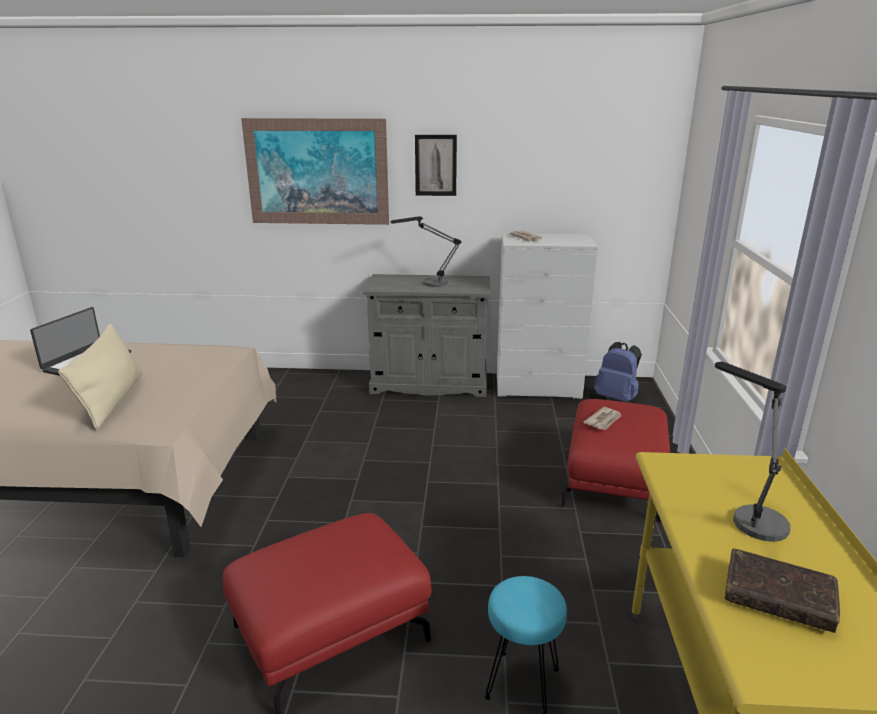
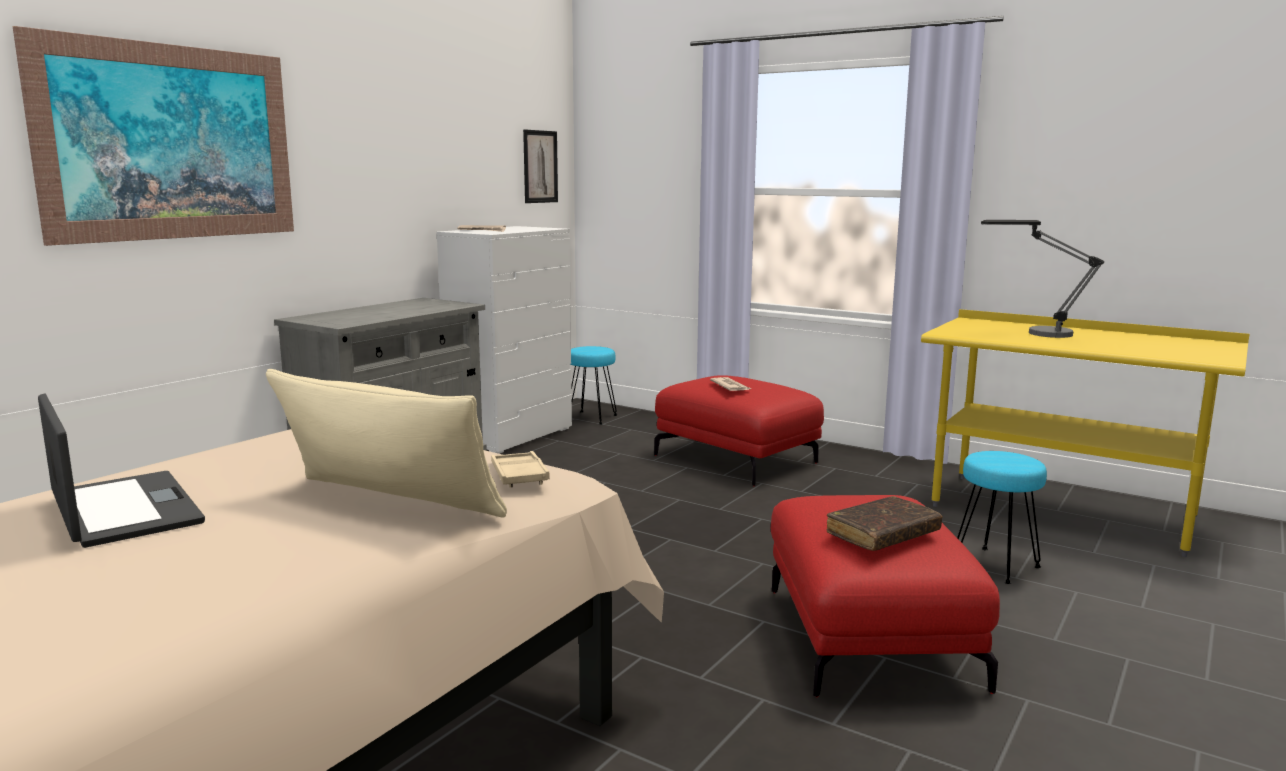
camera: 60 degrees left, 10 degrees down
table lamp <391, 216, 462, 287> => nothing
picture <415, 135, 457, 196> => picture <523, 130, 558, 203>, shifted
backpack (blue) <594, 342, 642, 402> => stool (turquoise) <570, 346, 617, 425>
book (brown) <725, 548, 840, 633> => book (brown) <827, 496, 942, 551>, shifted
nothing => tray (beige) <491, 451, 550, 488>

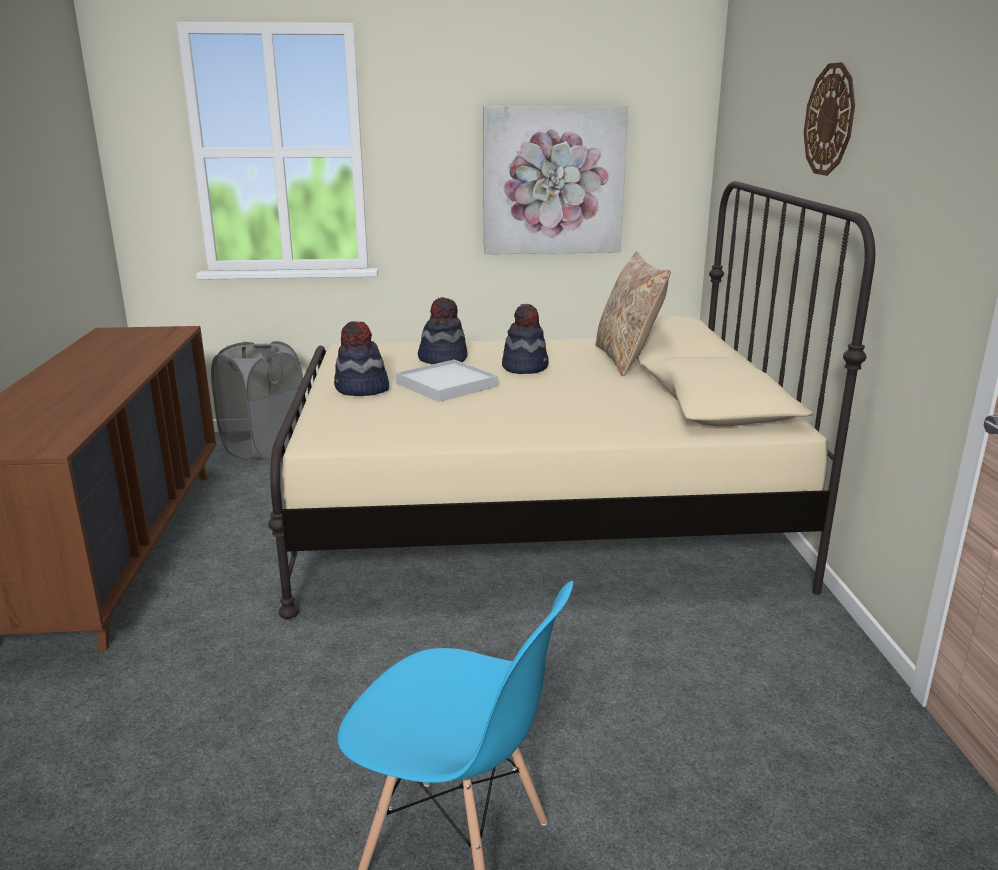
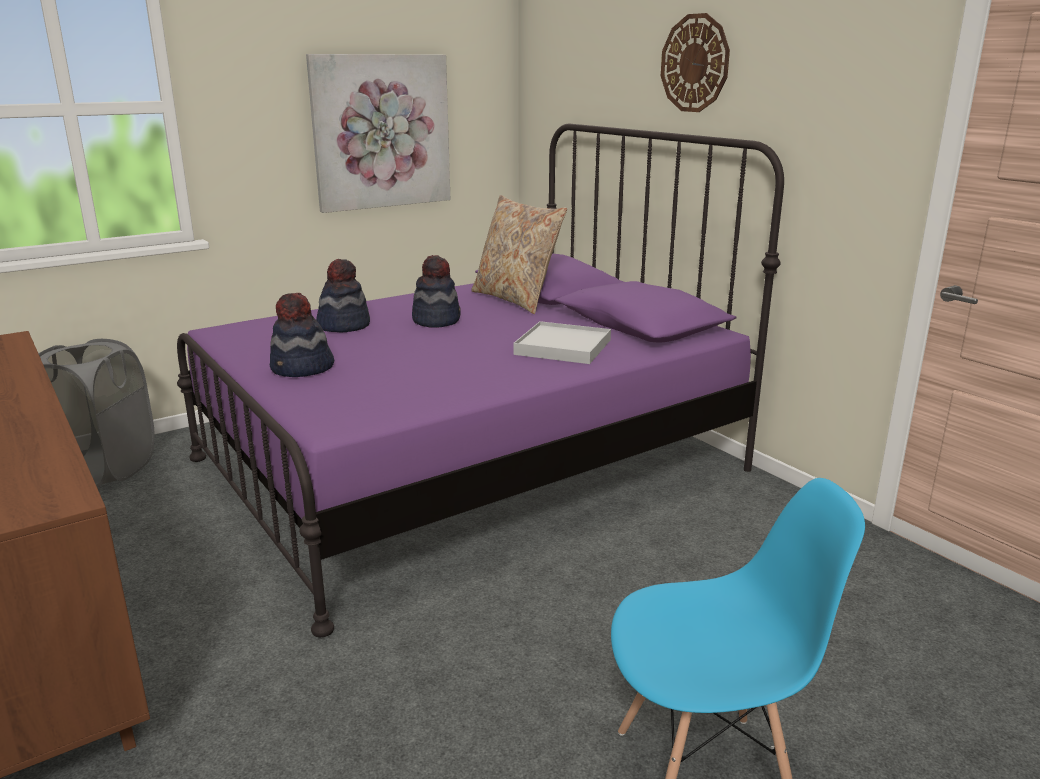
camera: 30 degrees left, 0 degrees up
bed (beige) <268, 181, 875, 619> => bed (purple) <177, 124, 784, 637>
tray (white) <396, 360, 498, 402> => tray (white) <513, 321, 611, 364>, shifted

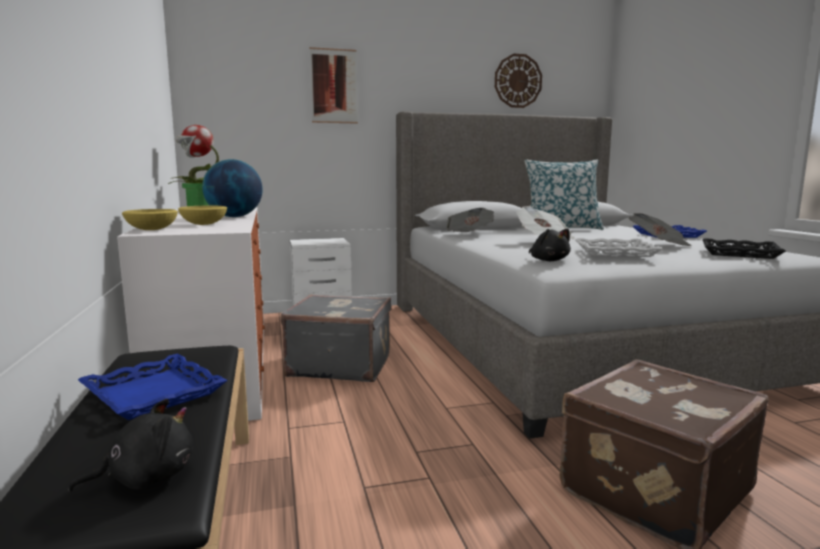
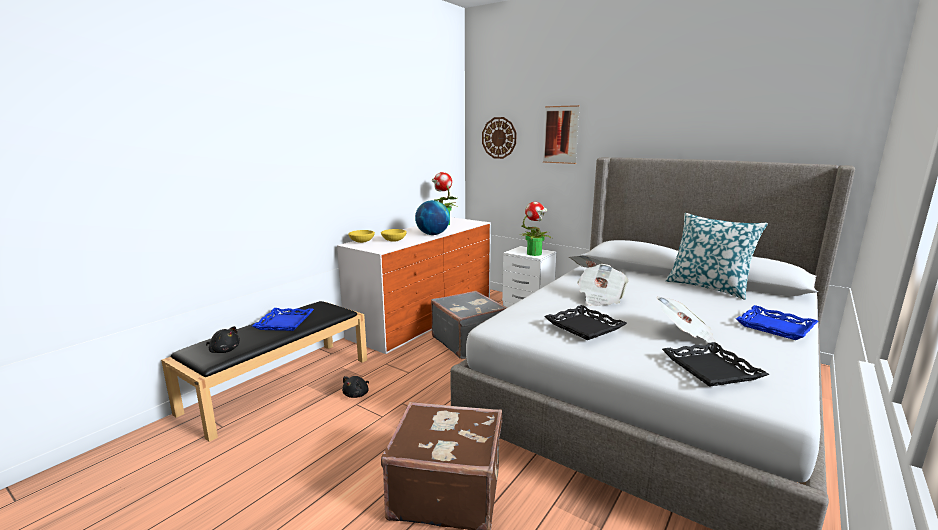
camera: 50 degrees right, 5 degrees up
wall clock <495, 54, 542, 108> => wall clock <482, 117, 517, 159>, shifted
plush toy (black) <529, 229, 571, 261> => plush toy (black) <342, 376, 369, 398>, shifted
tray (white) <575, 238, 663, 257> => tray (black) <544, 305, 627, 340>
nothing => potted plant <519, 202, 552, 256>

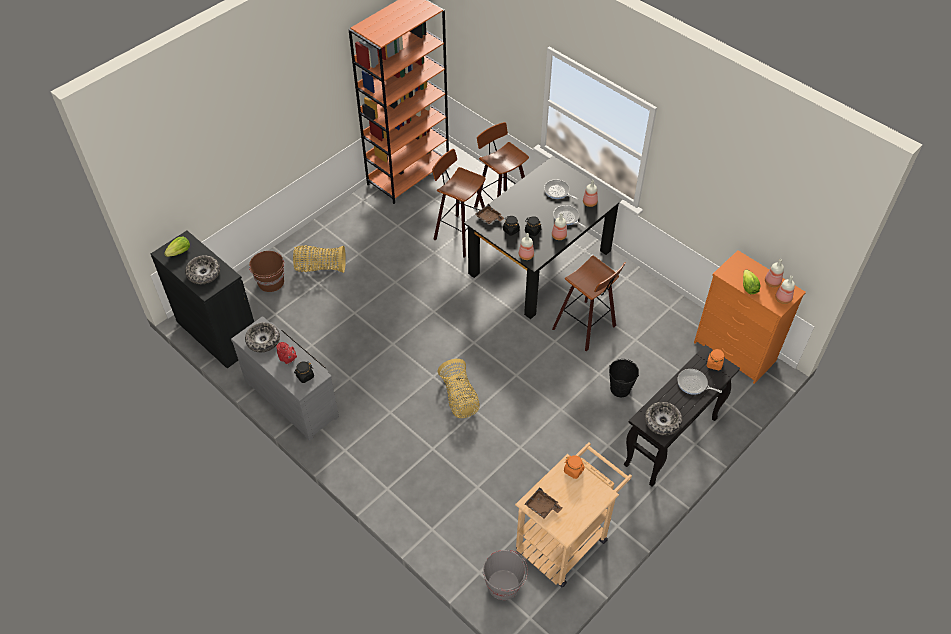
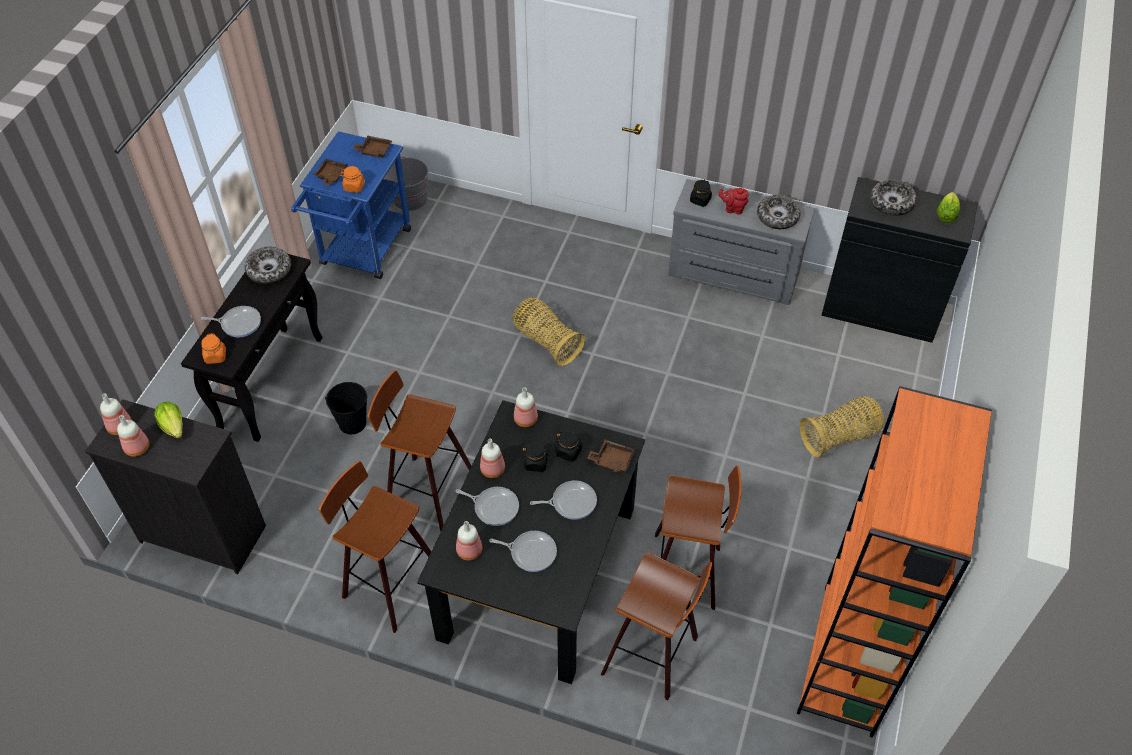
camera: 155 degrees right, 0 degrees up
bucket (brown) <249, 251, 284, 292> => nothing
cart (beige) <515, 442, 632, 588> => cart (blue) <291, 131, 411, 279>
dresser (orange) <694, 250, 806, 384> => dresser (black) <85, 399, 266, 574>
nothing => tray (brown) <313, 159, 348, 185>
nothing => stool <319, 461, 431, 633>
nothing => frying pan <530, 481, 597, 520>

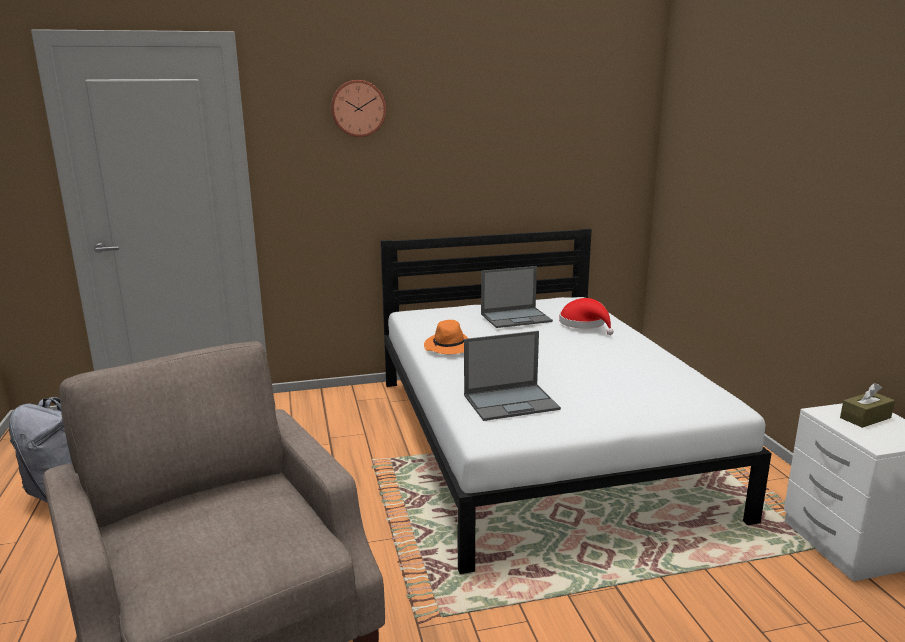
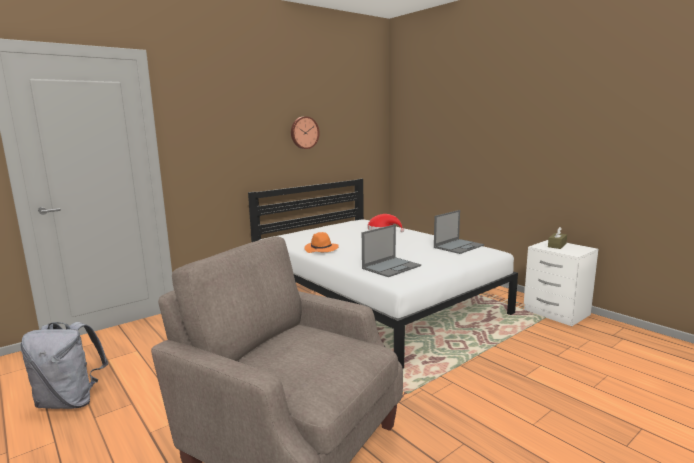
camera: 25 degrees left, 5 degrees down
wall clock <331, 80, 386, 137> => wall clock <291, 116, 319, 149>, shifted
laptop <481, 266, 553, 328> => laptop <434, 210, 484, 254>, shifted

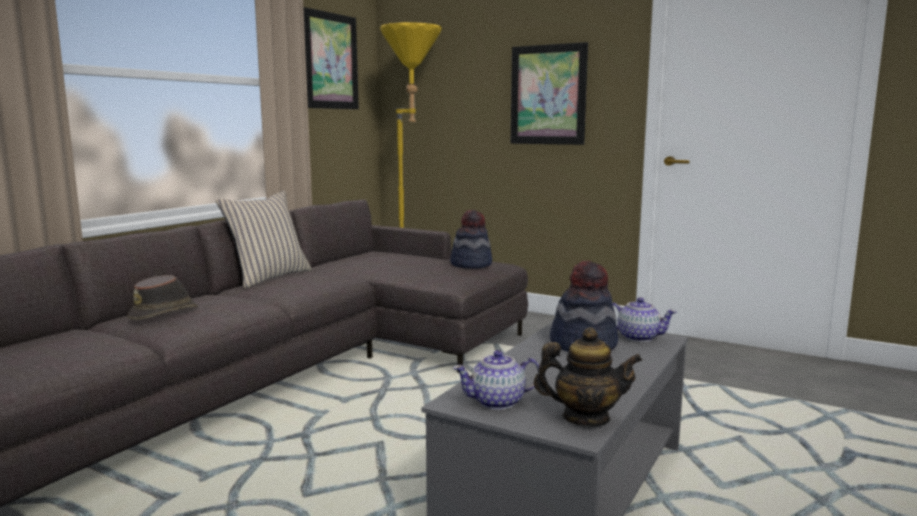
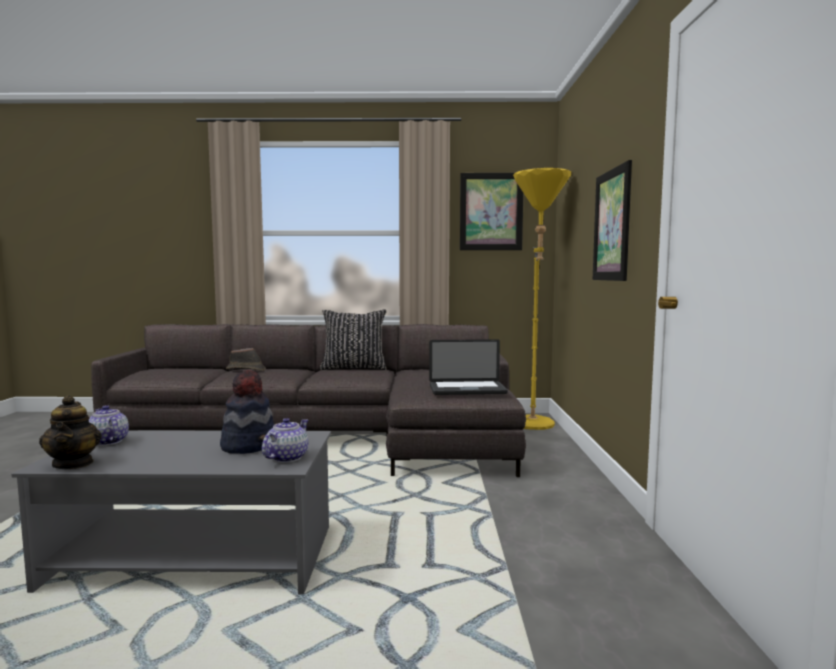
camera: 60 degrees right, 5 degrees down
pillow (beige) <216, 190, 312, 288> => pillow (black) <320, 309, 387, 370>
hat <450, 210, 492, 269> => laptop <429, 339, 508, 395>
teapot <612, 297, 677, 342> => teapot <262, 418, 308, 463>, 150 degrees counterclockwise

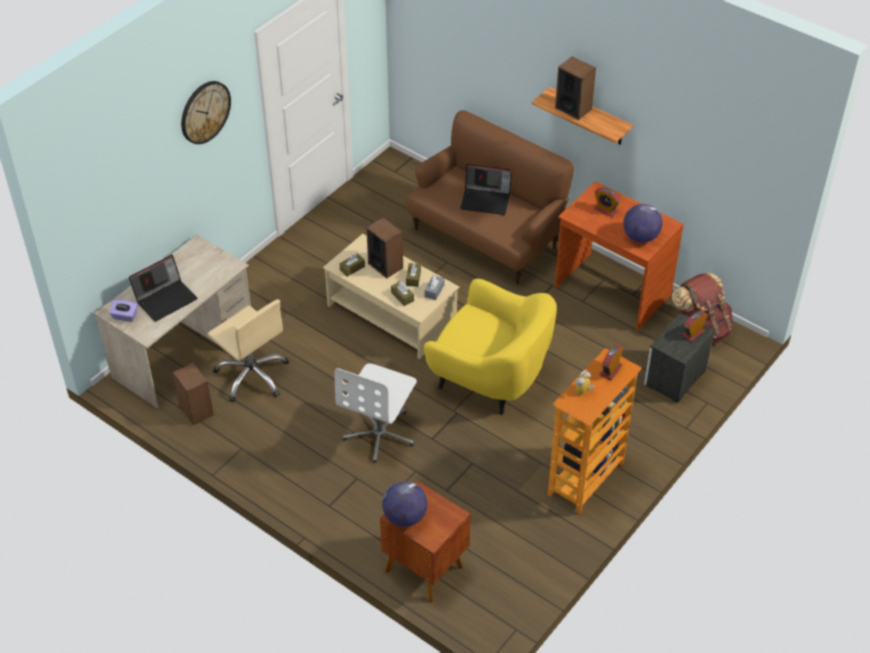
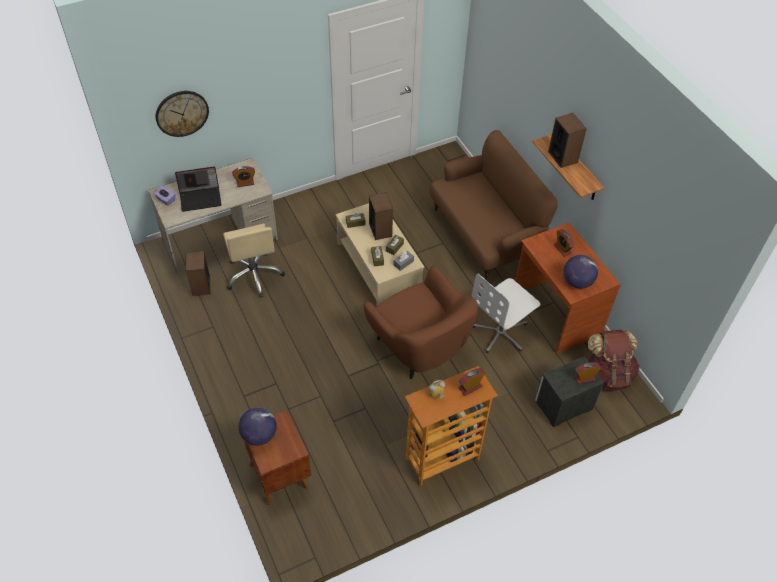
camera: 25 degrees right, 5 degrees up
wall clock <181, 81, 231, 144> => wall clock <156, 91, 209, 137>, shifted
office chair (white) <335, 363, 417, 463> => office chair (white) <471, 274, 540, 353>, shifted
armchair (yellow) <424, 279, 557, 415> => armchair (brown) <363, 266, 478, 379>
laptop <460, 164, 512, 215> => nothing
nothing => alarm clock <232, 166, 255, 187>

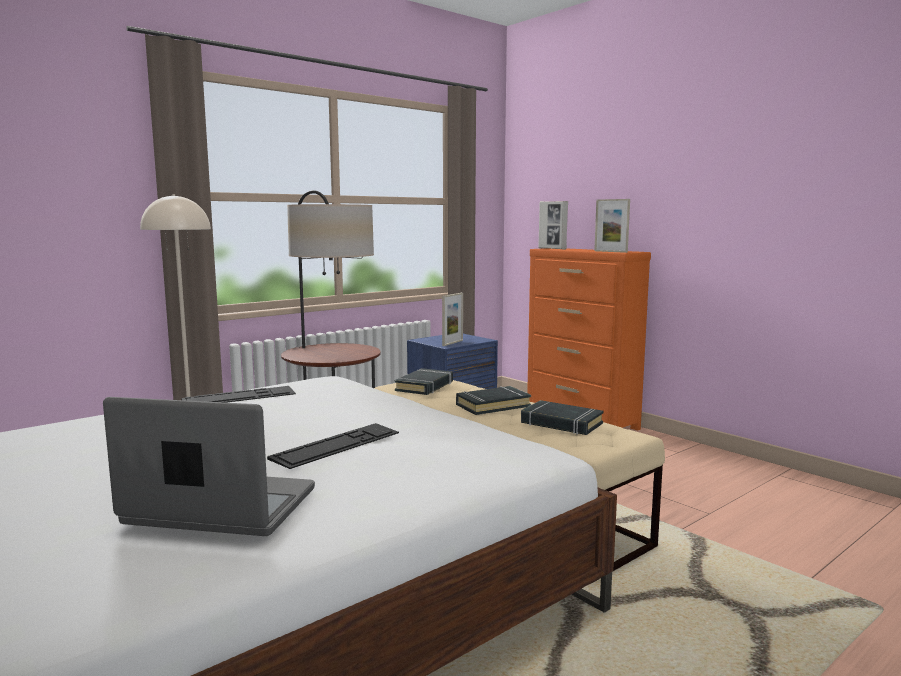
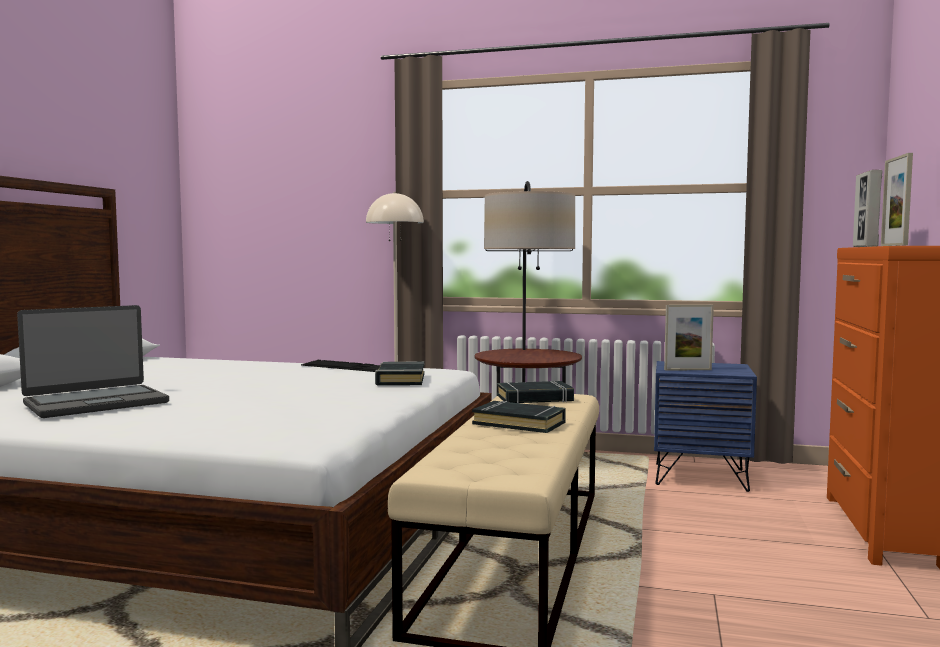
camera: 55 degrees right, 5 degrees down
laptop <103, 397, 315, 536> => laptop <17, 305, 169, 418>, 75 degrees clockwise
keyboard <267, 423, 399, 469> => nothing
book (black) <521, 400, 604, 435> => book (black) <375, 362, 424, 385>, shifted

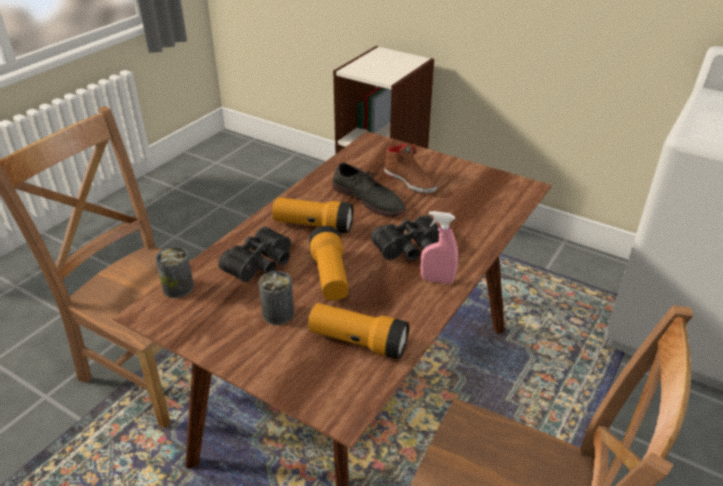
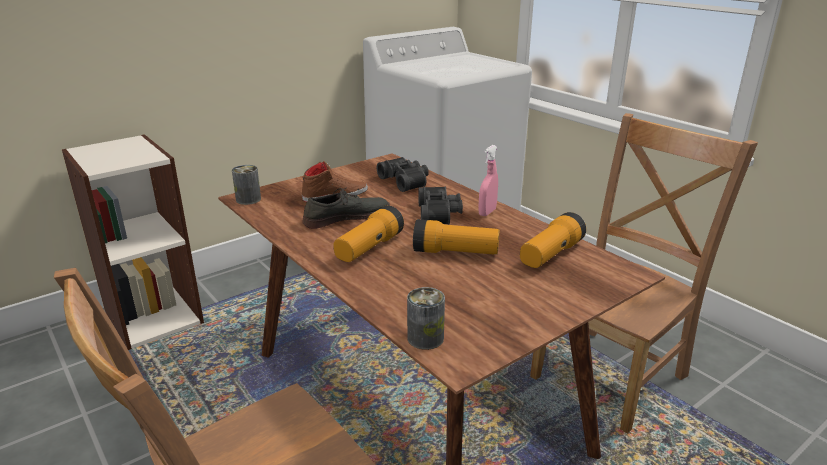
camera: 70 degrees left, 10 degrees down
binoculars (black) <219, 227, 291, 282> => binoculars (black) <377, 157, 429, 192>, shifted
can <258, 271, 294, 325> => can <232, 165, 261, 205>, shifted

